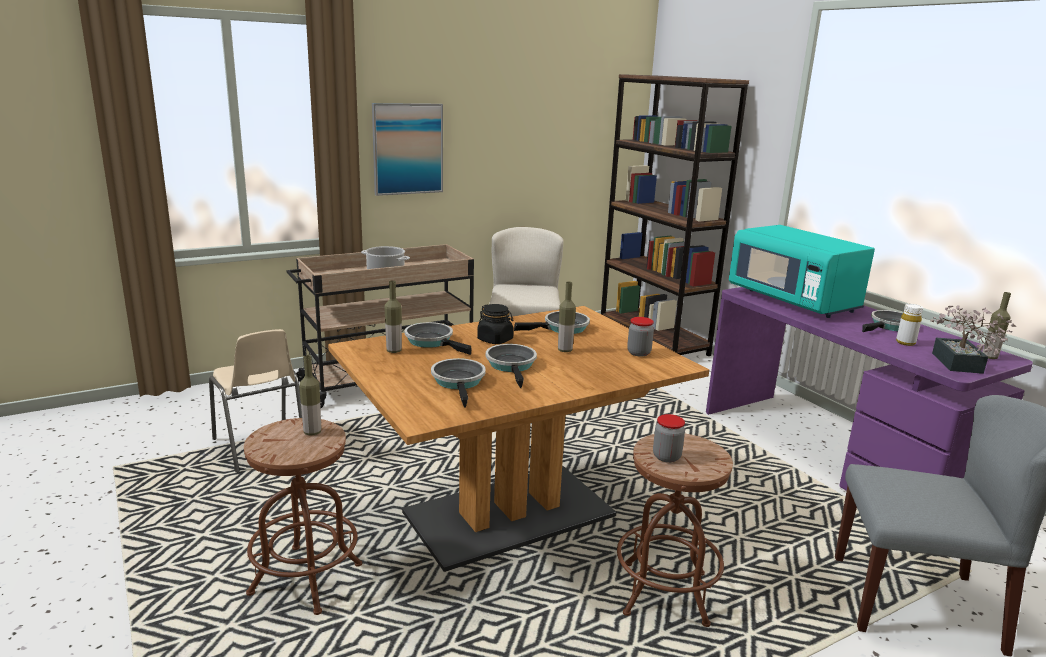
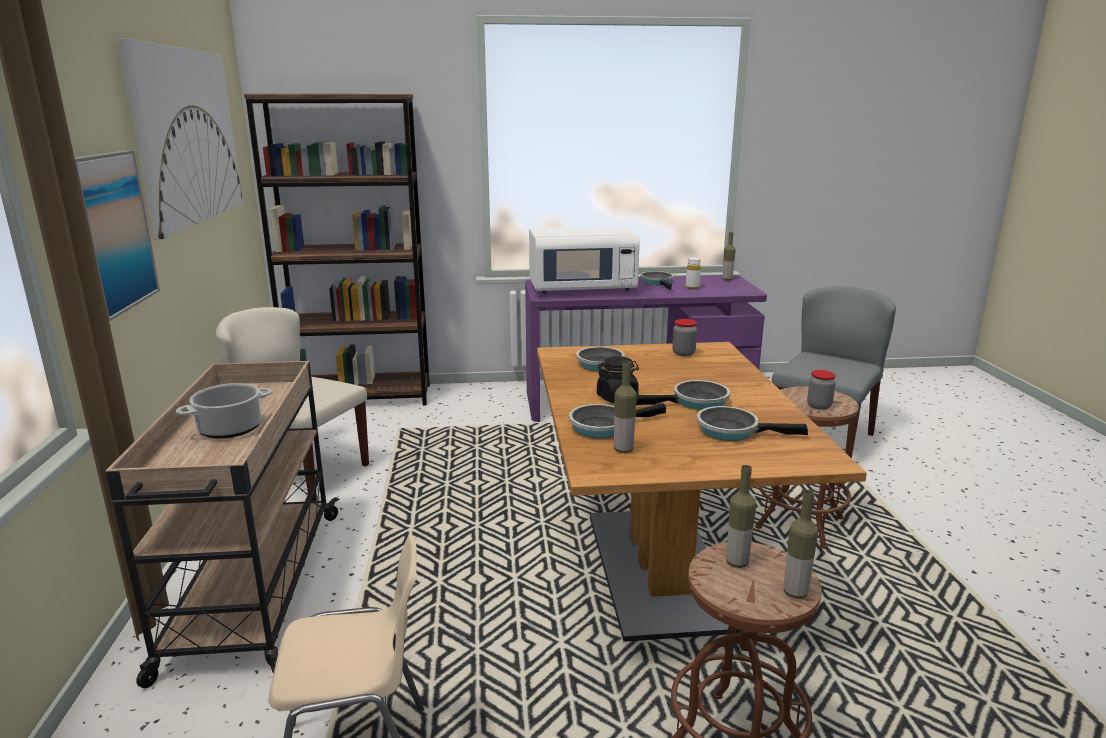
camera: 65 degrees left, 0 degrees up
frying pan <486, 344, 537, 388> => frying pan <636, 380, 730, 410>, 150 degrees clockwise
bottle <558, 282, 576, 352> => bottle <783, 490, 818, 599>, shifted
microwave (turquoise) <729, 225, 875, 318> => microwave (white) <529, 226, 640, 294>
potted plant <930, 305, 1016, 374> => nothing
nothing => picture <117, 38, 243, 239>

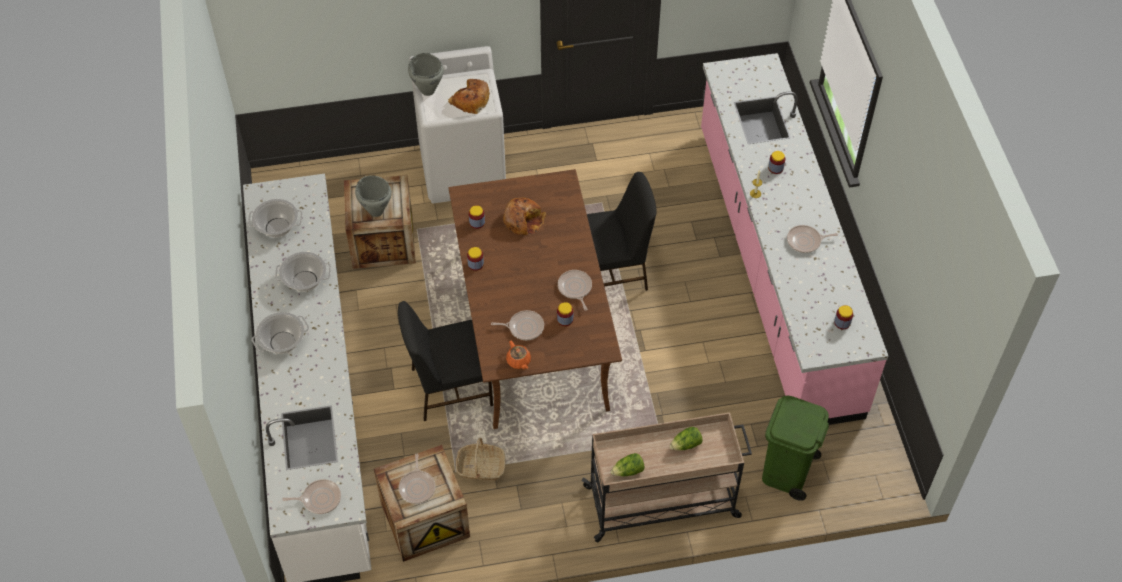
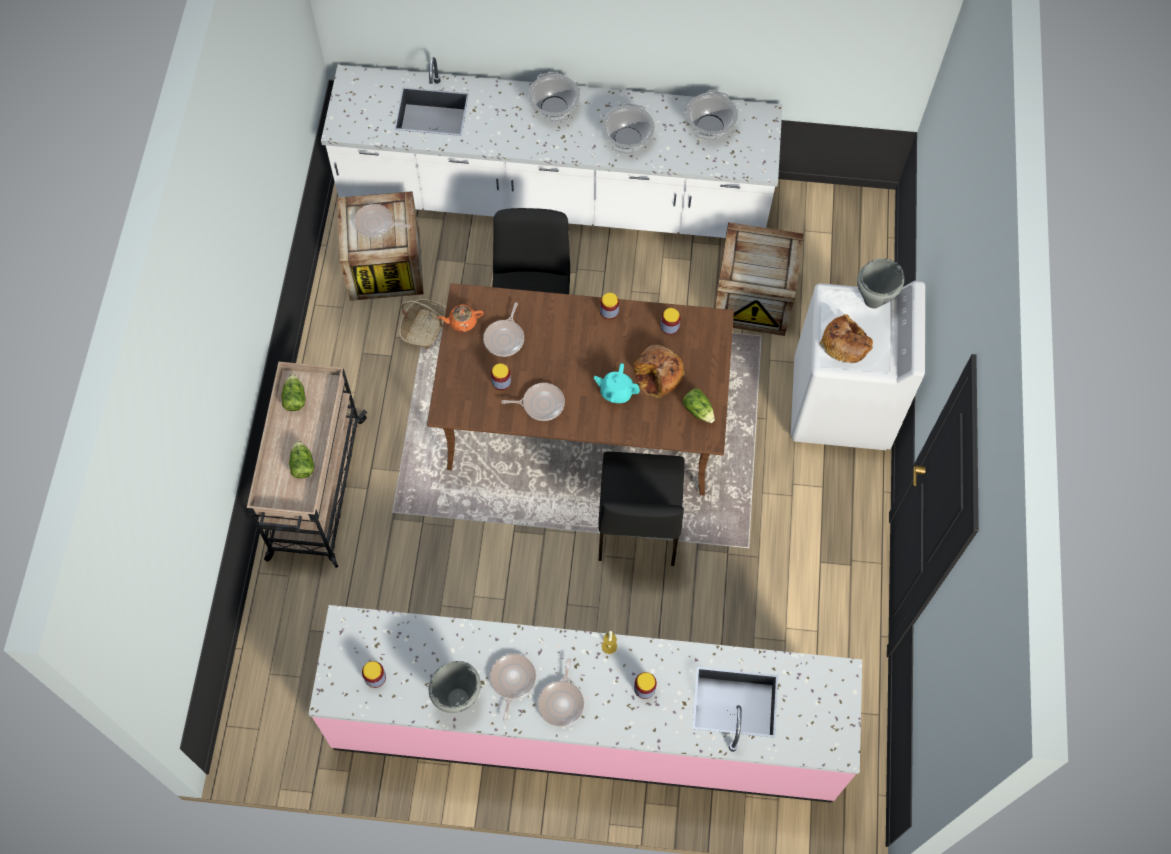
camera: 105 degrees right, 10 degrees up
frying pan <282, 479, 341, 514> => frying pan <538, 658, 584, 727>, shifted
cooking pot (grey) <355, 175, 392, 217> => cooking pot (grey) <429, 661, 481, 713>, shifted
trash can (green) <762, 396, 829, 501> => nothing
nothing => teapot (turquoise) <594, 363, 640, 403>
nothing => lettuce <683, 388, 715, 423>

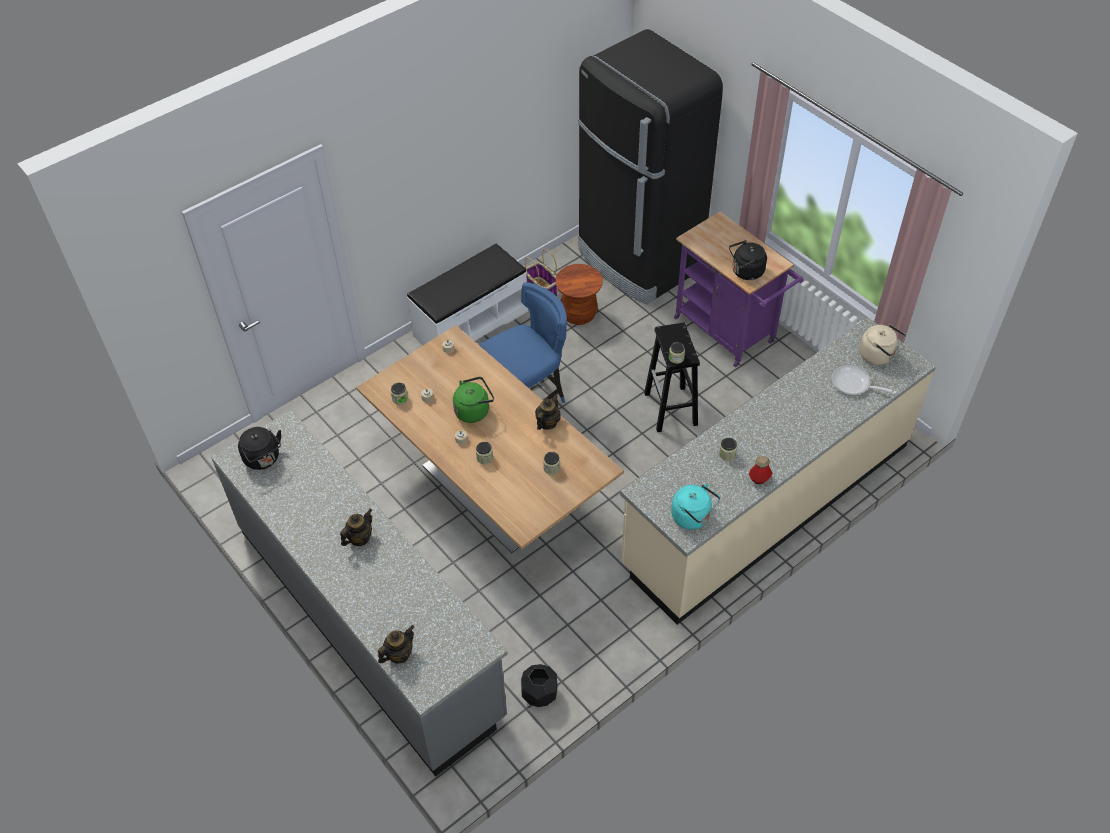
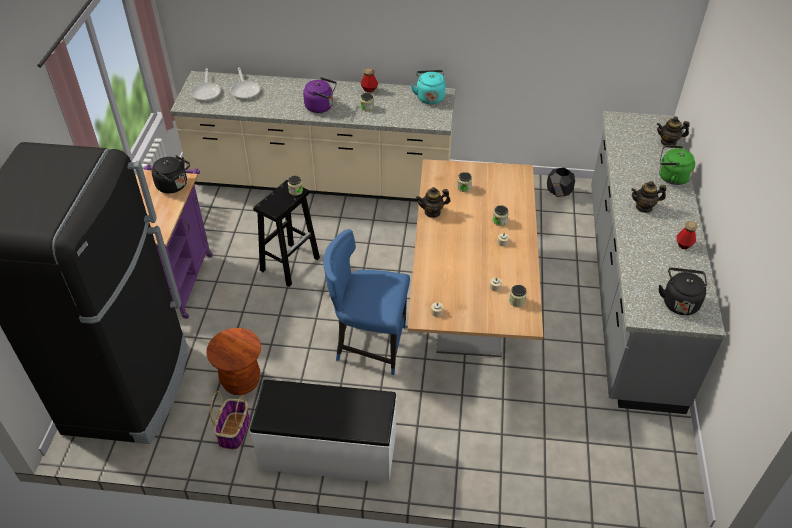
camera: 135 degrees left, 5 degrees down
kettle (green) <453, 377, 494, 423> => kettle (green) <659, 145, 695, 185>, shifted
kettle (beige) <859, 324, 906, 365> => frying pan <190, 68, 221, 101>
nothing => kettle (purple) <303, 77, 337, 113>
nothing => bottle <677, 221, 698, 249>

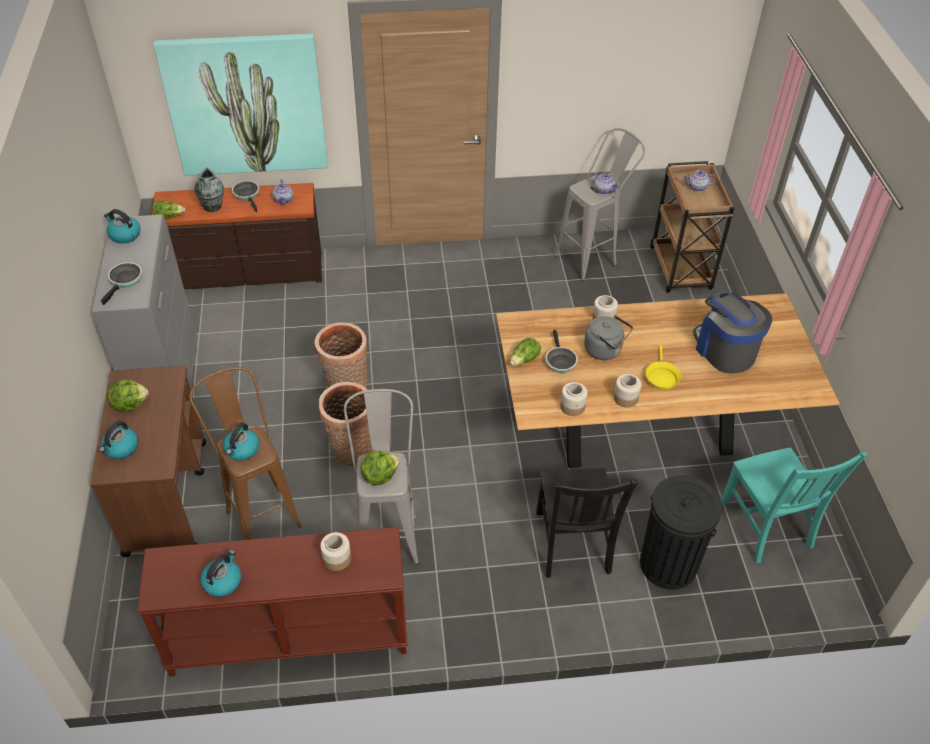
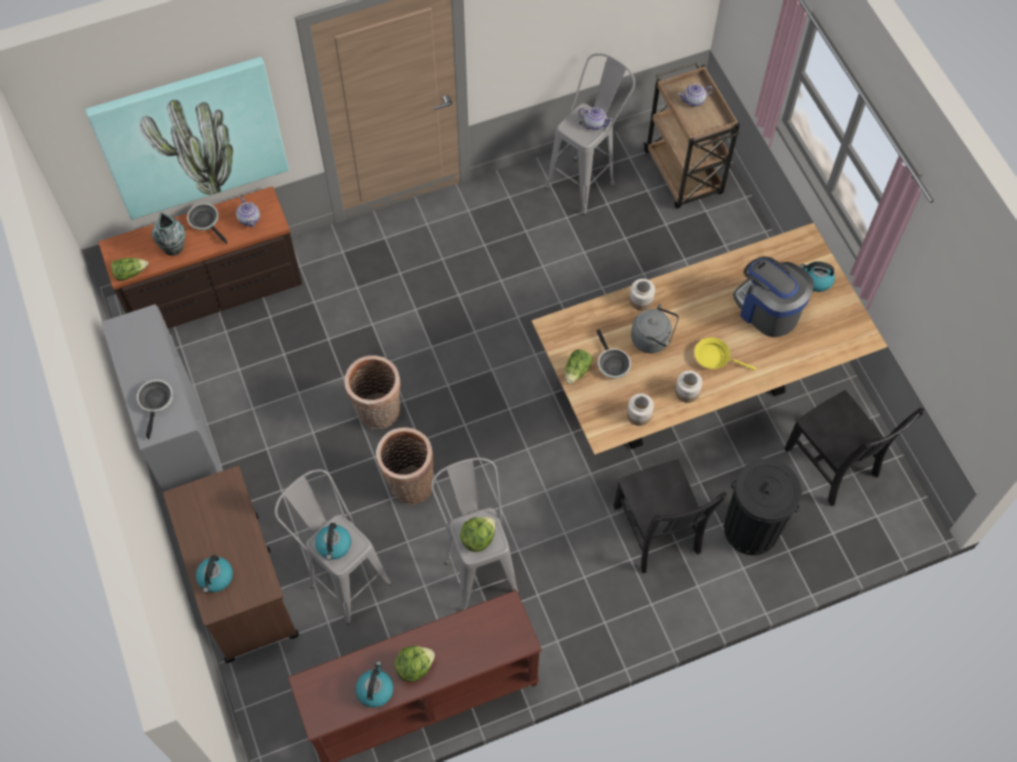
camera: 15 degrees left, 15 degrees up
kettle <104, 209, 141, 244> => kettle <799, 261, 835, 292>, shifted
lettuce <108, 380, 148, 412> => lettuce <394, 646, 435, 682>, shifted
stool (brown) <189, 367, 302, 540> => stool (grey) <274, 469, 392, 624>
jar <320, 532, 351, 571> => nothing
frying pan (yellow) <646, 345, 682, 389> => frying pan (yellow) <694, 337, 756, 370>, 120 degrees clockwise
chair (turquoise) <721, 448, 868, 563> => chair (black) <784, 390, 926, 506>

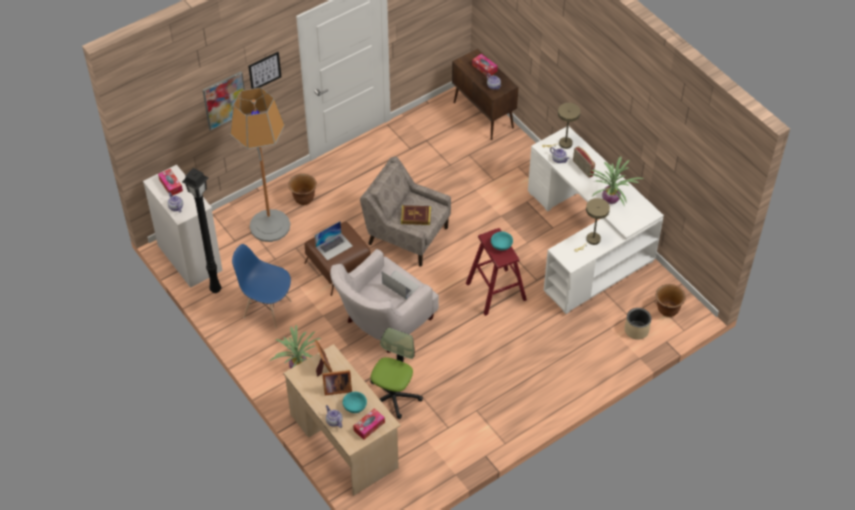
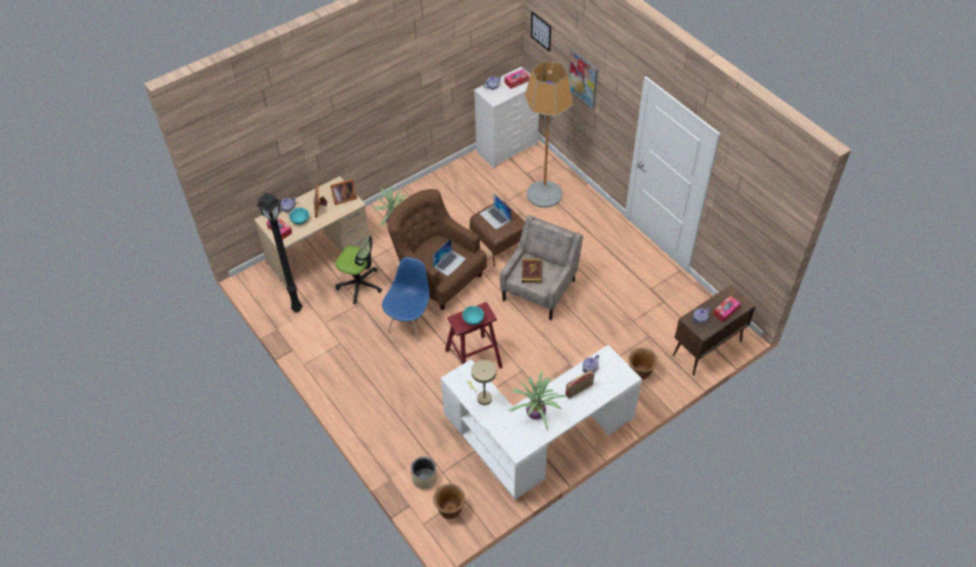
camera: 90 degrees right, 0 degrees up
floor lamp (black) <182, 168, 221, 293> => floor lamp (black) <256, 192, 302, 312>, shifted
chair (blue) <232, 244, 292, 328> => chair (blue) <382, 257, 432, 342>, shifted
picture <248, 52, 281, 89> => picture <531, 11, 551, 52>, shifted
planter (brown) <288, 173, 317, 205> => planter (brown) <628, 348, 658, 380>, shifted
armchair (white) <330, 249, 439, 353> => armchair (brown) <387, 189, 487, 310>
table lamp (beige) <542, 103, 581, 149> => nothing

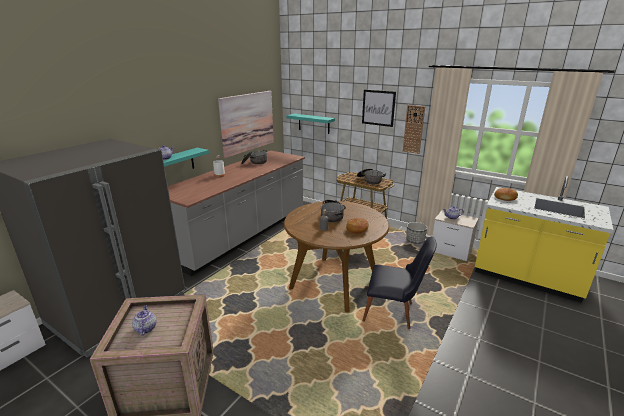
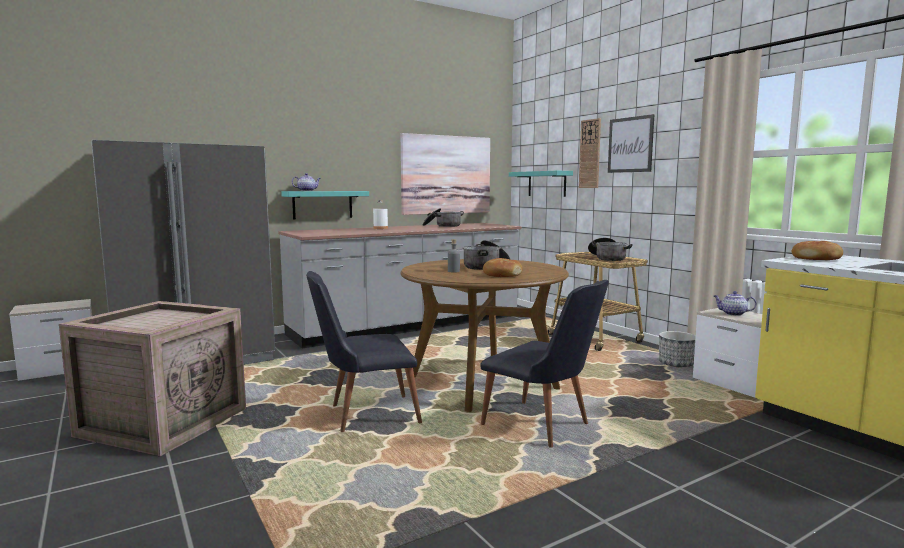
camera: 25 degrees right, 15 degrees down
teapot <132, 305, 156, 335> => nothing
wall clock <403, 105, 425, 154> => wall clock <579, 118, 601, 188>, shifted
nothing => chair (black) <306, 271, 422, 432>

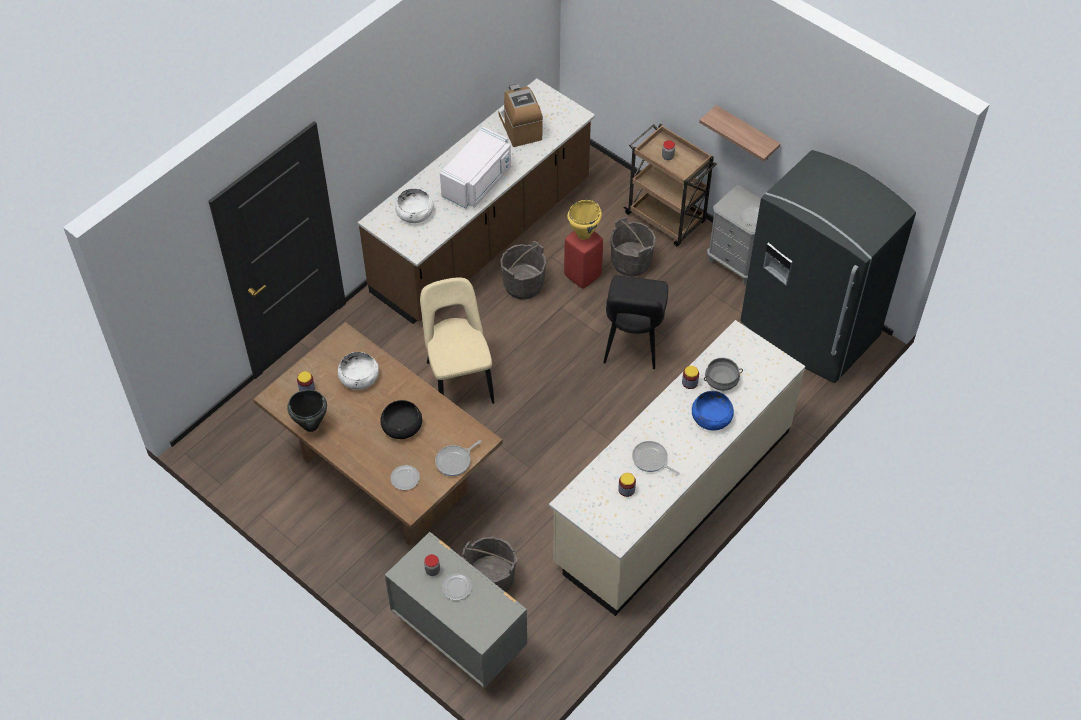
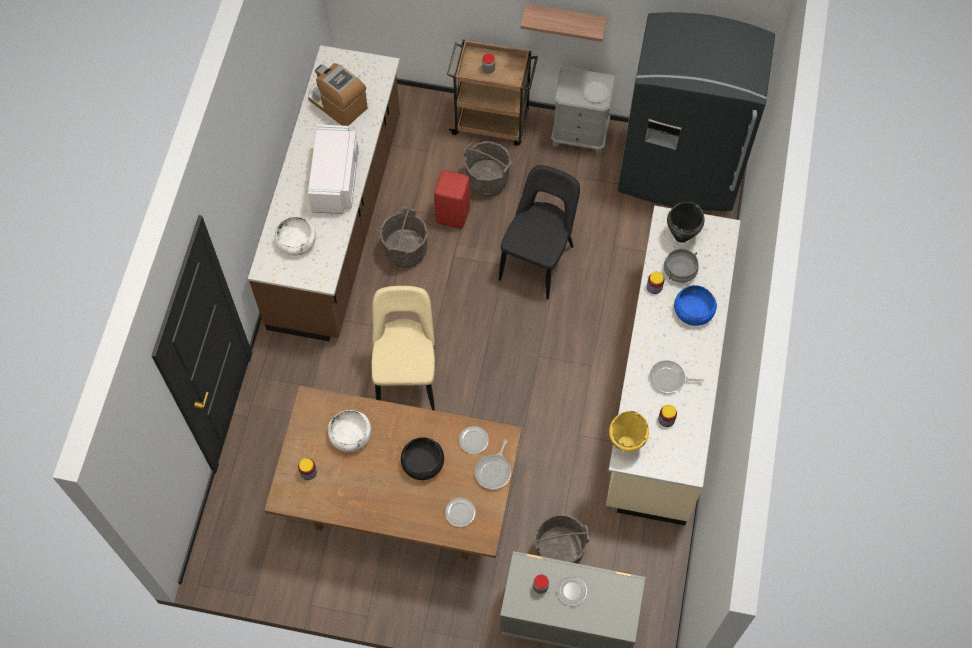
camera: 30 degrees left, 10 degrees up
cooking pot (black) <287, 390, 327, 432> => cooking pot (black) <667, 202, 704, 243>, shifted
chair (beige) <420, 278, 494, 404> => chair (beige) <371, 286, 435, 411>, 45 degrees clockwise
cooking pot (yellow) <567, 200, 602, 240> => cooking pot (yellow) <609, 411, 649, 452>, shifted
chair (black) <603, 275, 668, 369> => chair (black) <499, 165, 580, 300>, 135 degrees counterclockwise
nothing => plate <459, 426, 489, 454>

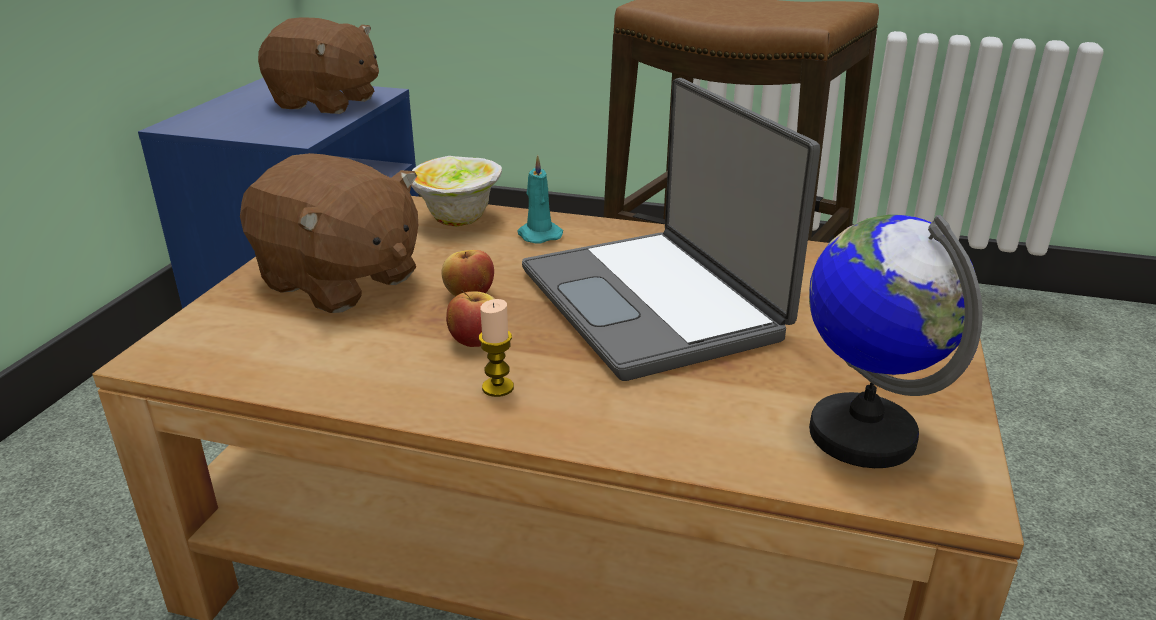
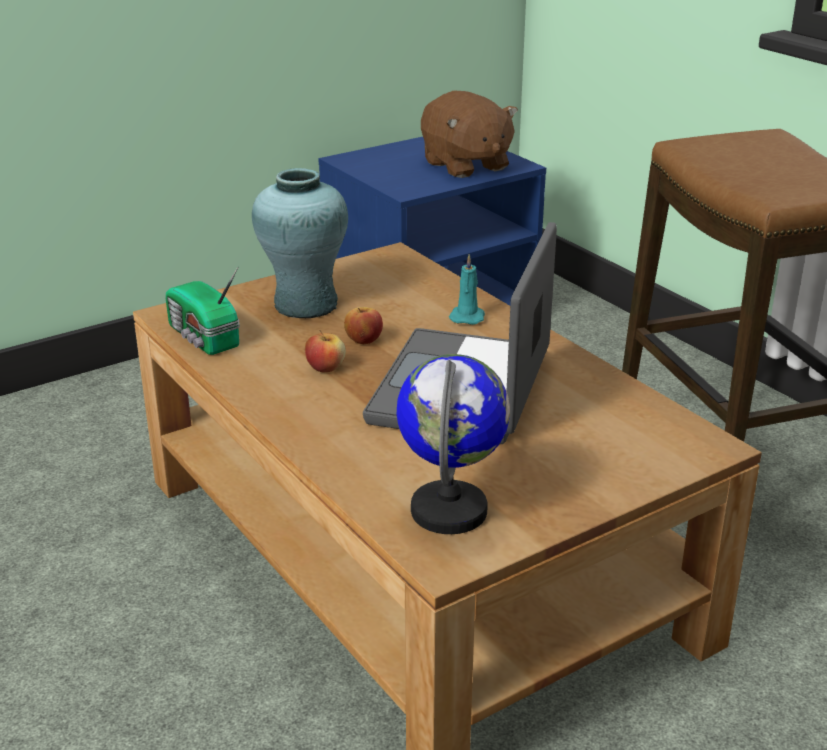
camera: 40 degrees right, 0 degrees up
plush toy (brown) <240, 153, 418, 313> => vase (turquoise) <252, 168, 348, 318>
bowl <411, 156, 502, 226> => nothing
candle <479, 299, 514, 397> => nothing
nothing => radio <165, 267, 240, 355>

